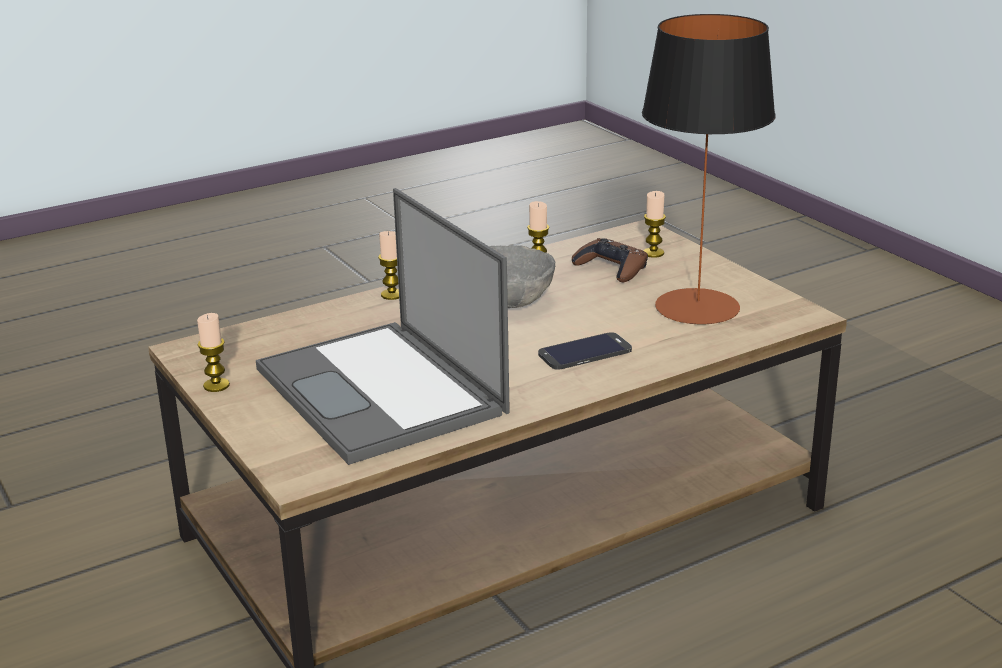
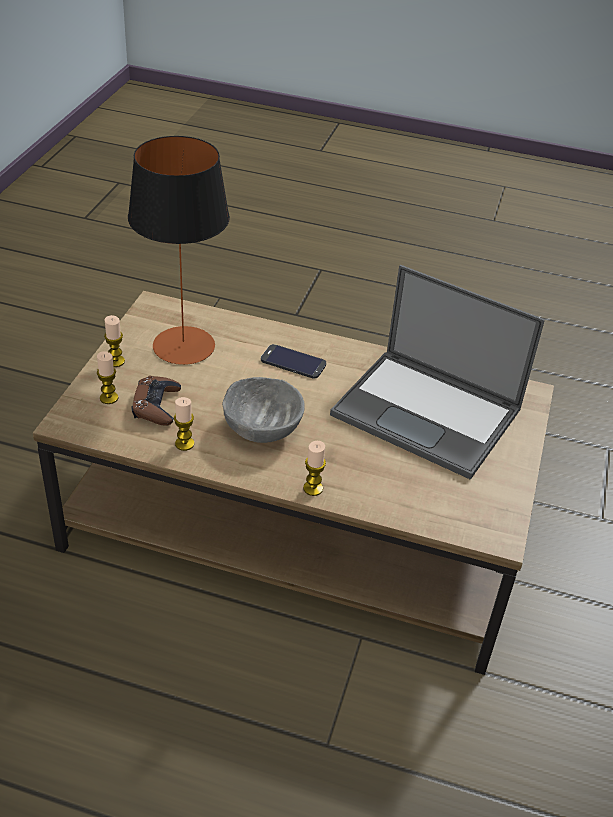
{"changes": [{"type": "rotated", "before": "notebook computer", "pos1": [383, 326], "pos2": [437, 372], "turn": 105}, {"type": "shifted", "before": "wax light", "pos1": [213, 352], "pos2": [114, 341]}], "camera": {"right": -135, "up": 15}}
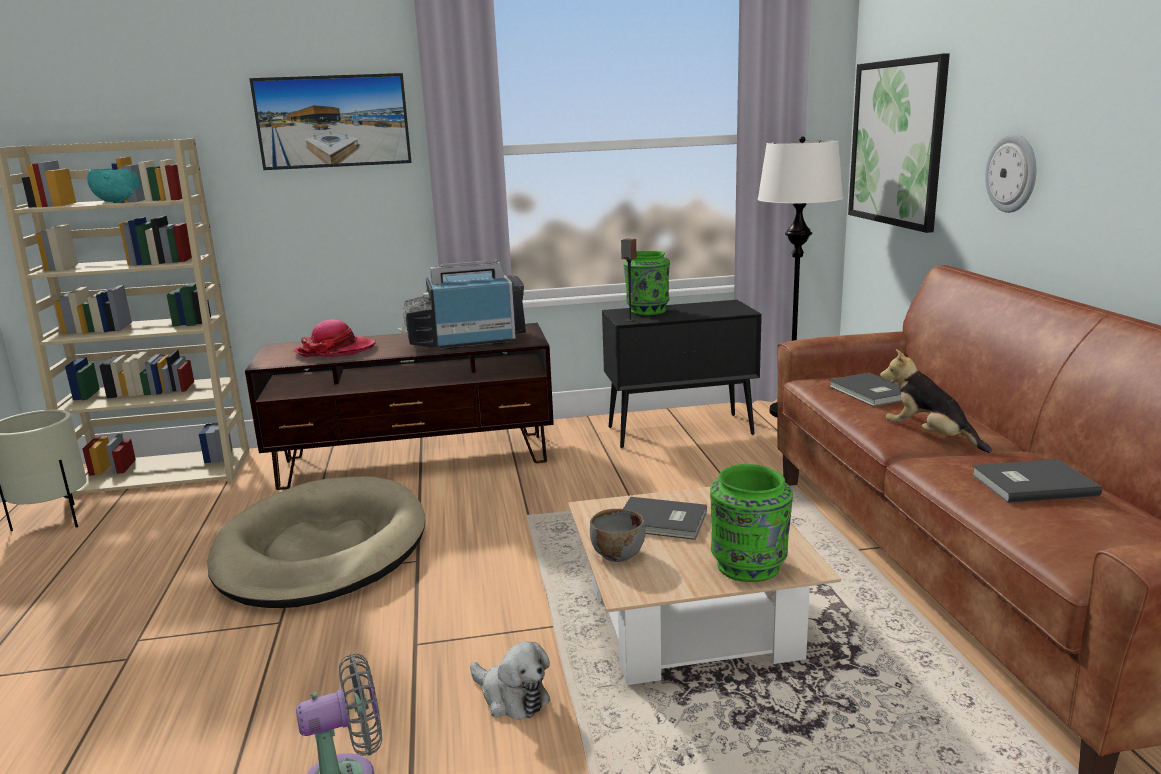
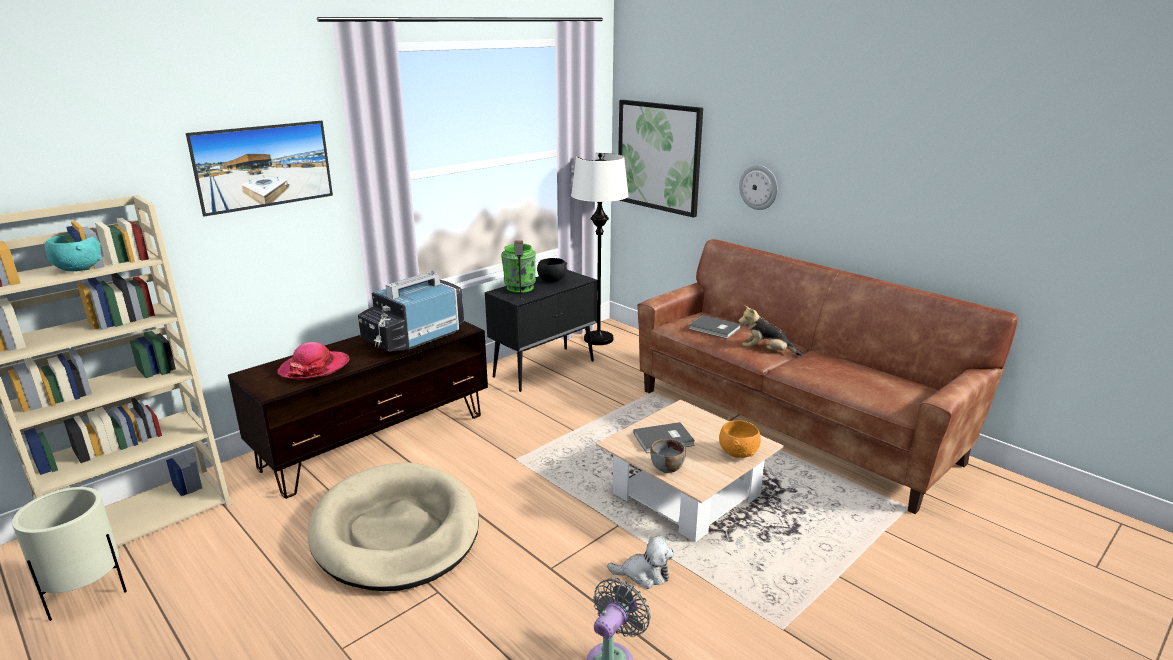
{"changes": [{"type": "gone", "before": "grey bound book", "pos1": [1036, 481]}, {"type": "swapped", "before": "green decorative vase", "after": "orange serving bowl", "pos1": [751, 523], "pos2": [740, 439]}, {"type": "new", "after": "blackish serving bowl", "pos2": [552, 270]}], "camera": {"right": -35, "up": 5}}
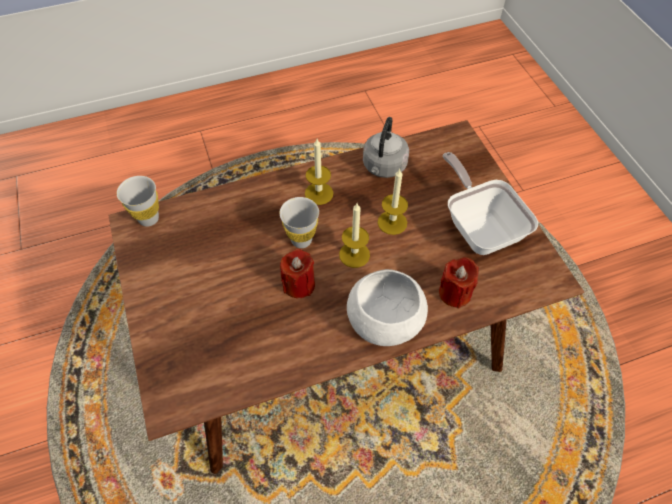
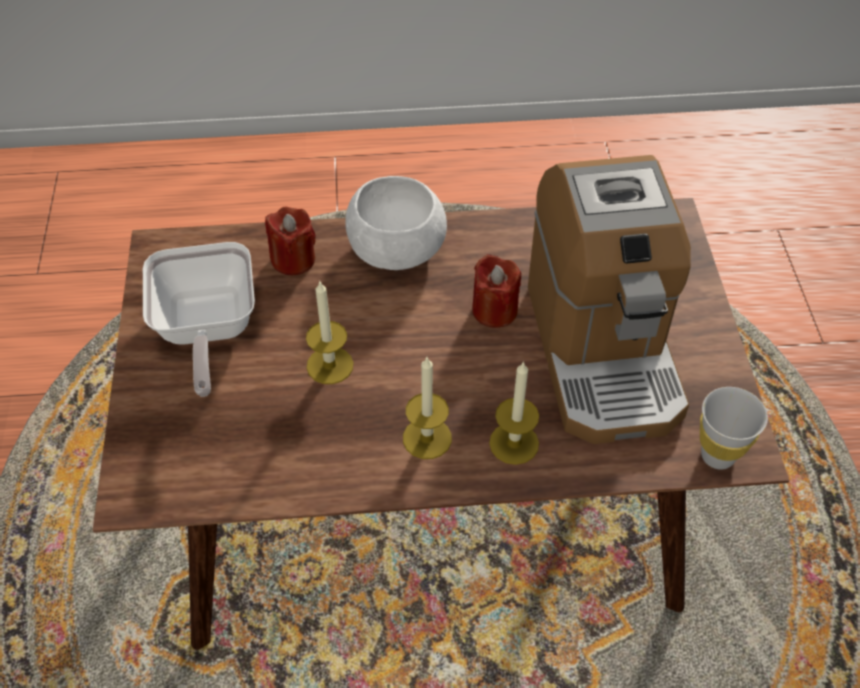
{"changes": [{"type": "gone", "before": "grey water kettle", "pos1": [386, 147]}, {"type": "gone", "before": "white small cup", "pos1": [299, 222]}, {"type": "shifted", "before": "wax light", "pos1": [354, 235], "pos2": [514, 413]}, {"type": "new", "after": "coffee machine", "pos2": [609, 299]}], "camera": {"right": -165, "up": -5}}
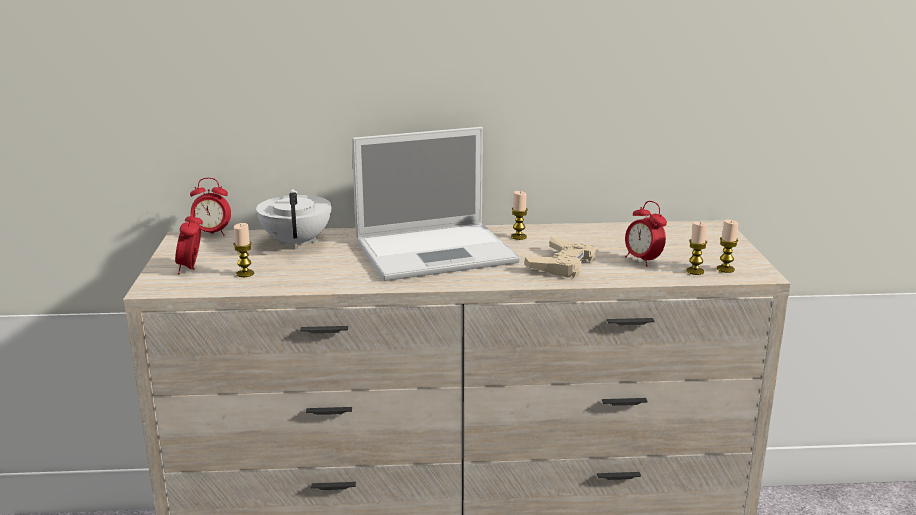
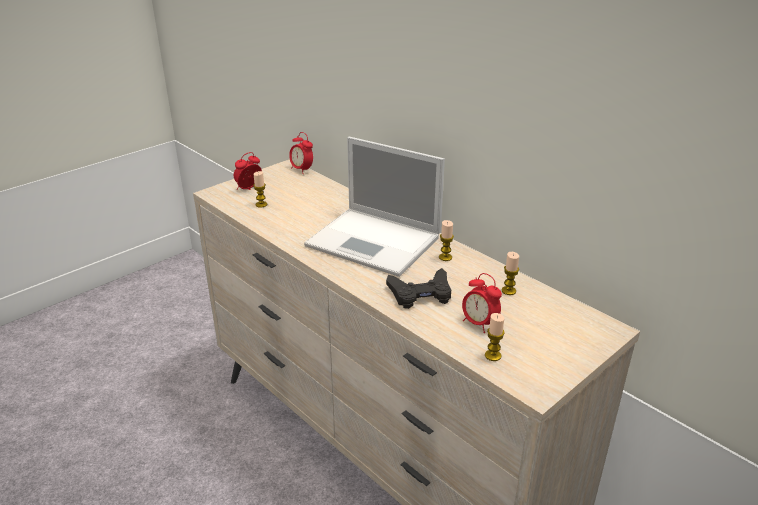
{"changes": [{"type": "gone", "before": "white pot for tea", "pos1": [293, 219]}, {"type": "rotated", "before": "alarm clock", "pos1": [646, 234], "pos2": [482, 303], "turn": -60}, {"type": "shifted", "before": "wax light", "pos1": [727, 246], "pos2": [510, 273]}, {"type": "repainted", "before": "beige-coloured game controller", "after": "blackish game controller", "pos1": [560, 257], "pos2": [418, 288]}], "camera": {"right": 50, "up": 10}}
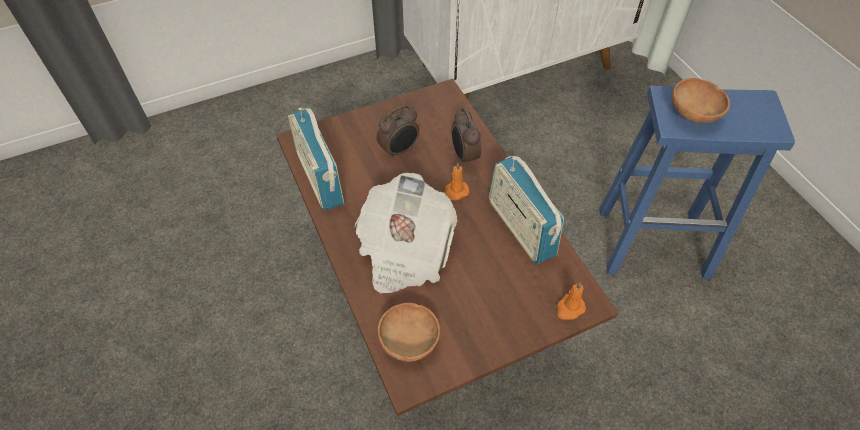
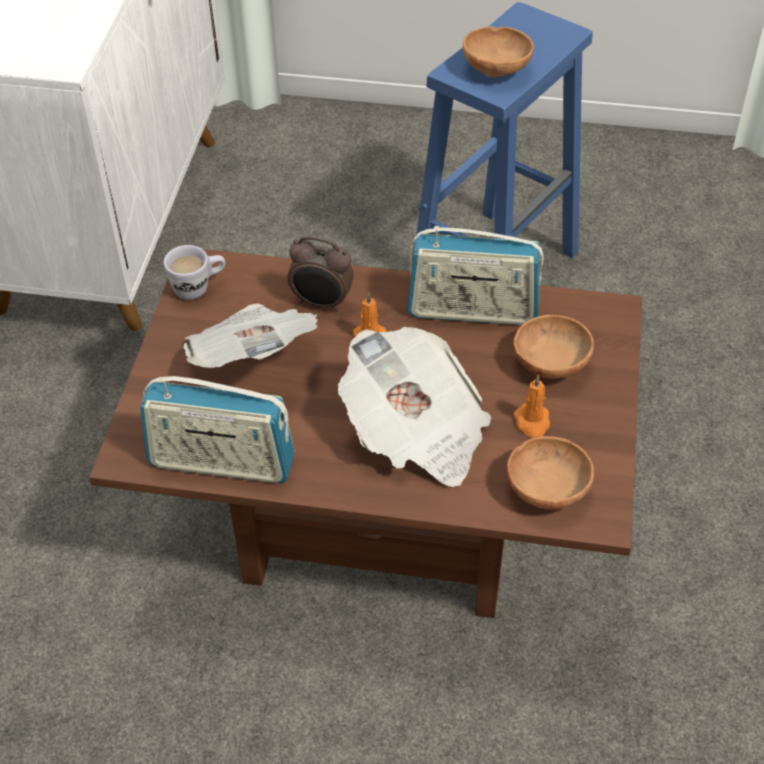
{"changes": [{"type": "swapped", "before": "alarm clock", "after": "newspaper", "pos1": [397, 132], "pos2": [250, 335]}, {"type": "shifted", "before": "orange wax light", "pos1": [571, 301], "pos2": [532, 407]}, {"type": "new", "after": "white coffee mug", "pos2": [194, 272]}, {"type": "new", "after": "brown serving bowl", "pos2": [553, 347]}], "camera": {"right": -55, "up": -5}}
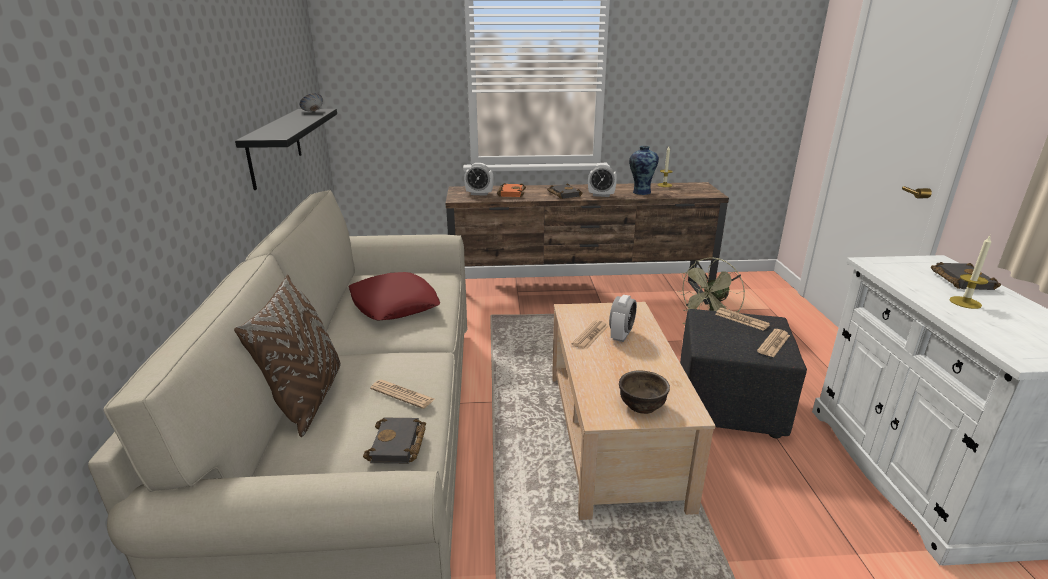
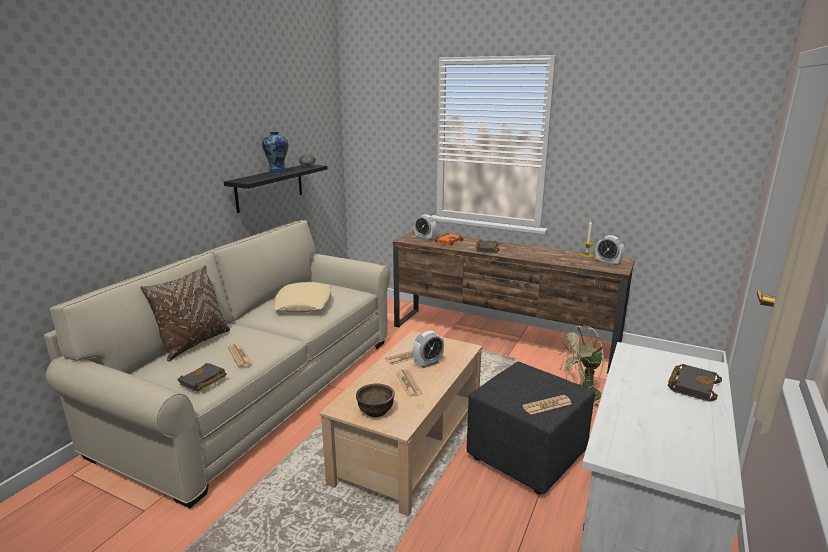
{"changes": [{"type": "shifted", "before": "decorative vase", "pos1": [644, 170], "pos2": [275, 152]}, {"type": "shifted", "before": "alarm clock", "pos1": [602, 180], "pos2": [610, 250]}, {"type": "gone", "before": "wax light", "pos1": [970, 272]}, {"type": "repainted", "before": "reddish pillow", "after": "beige-coloured pillow", "pos1": [394, 296], "pos2": [302, 297]}, {"type": "shifted", "before": "newspaper", "pos1": [742, 319], "pos2": [409, 383]}], "camera": {"right": 30, "up": -5}}
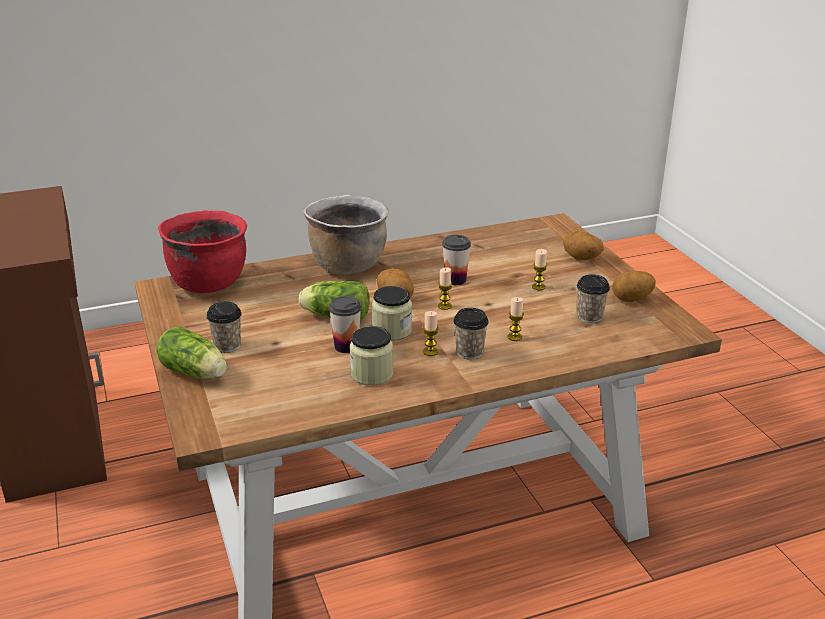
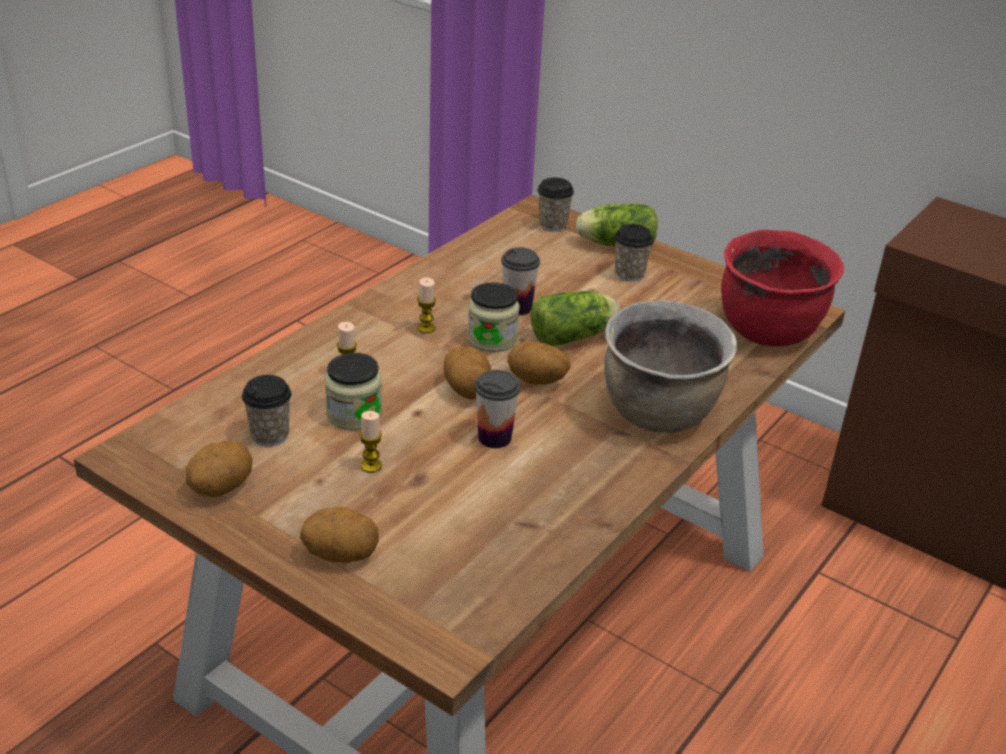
{"changes": [{"type": "swapped", "before": "wax light", "after": "potato", "pos1": [445, 288], "pos2": [467, 373]}, {"type": "shifted", "before": "small cup", "pos1": [471, 334], "pos2": [555, 204]}, {"type": "shifted", "before": "storage jar", "pos1": [371, 356], "pos2": [353, 391]}], "camera": {"right": 145, "up": 5}}
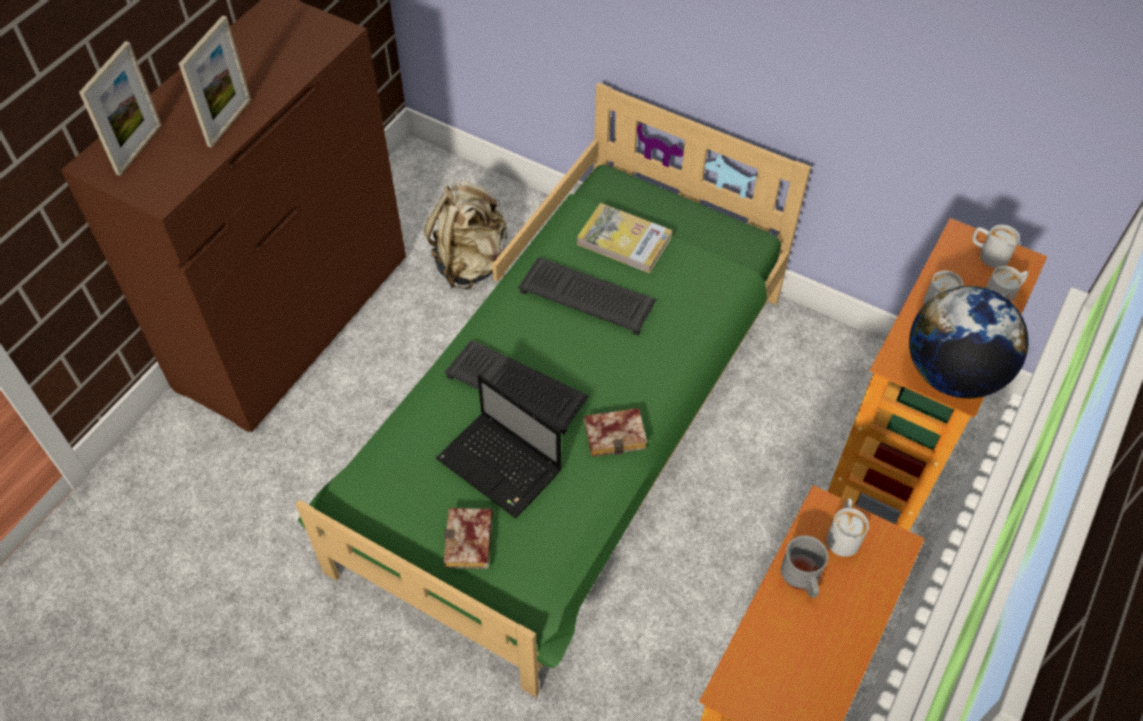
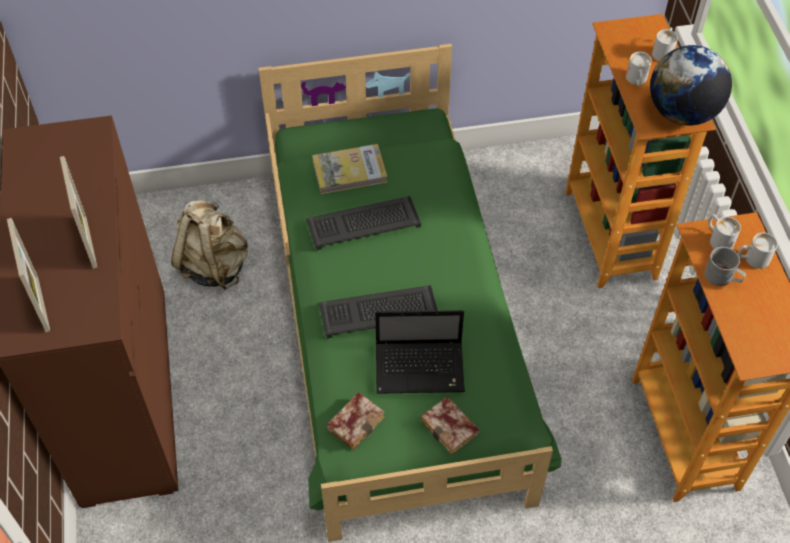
{"changes": [{"type": "shifted", "before": "white coffee mug", "pos1": [996, 246], "pos2": [758, 251]}, {"type": "shifted", "before": "bound book", "pos1": [615, 432], "pos2": [355, 421]}], "camera": {"right": -40, "up": 0}}
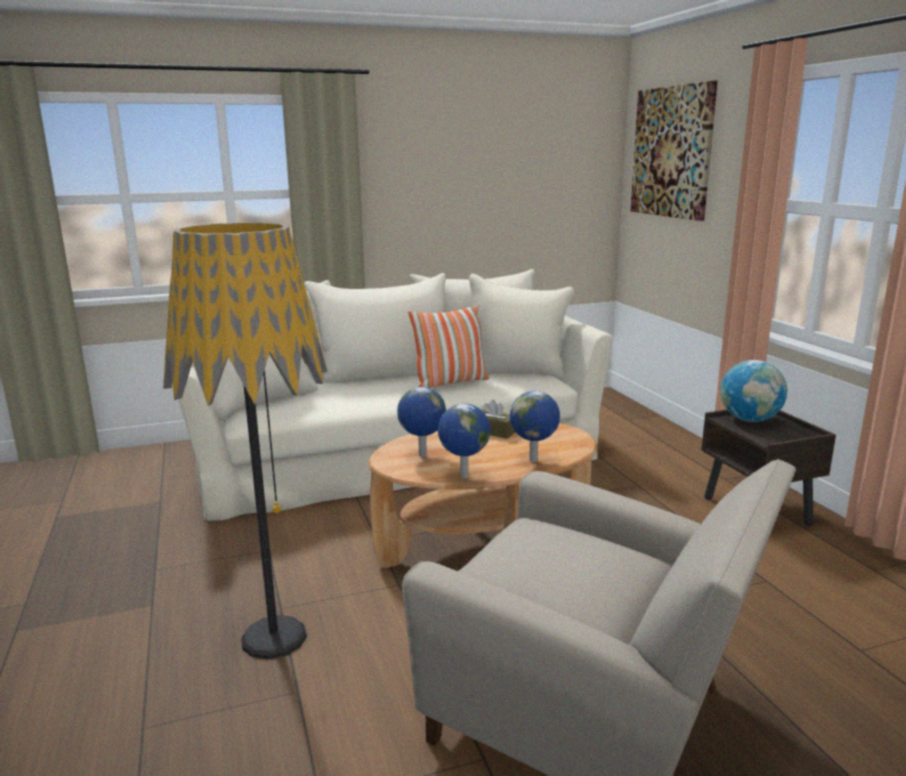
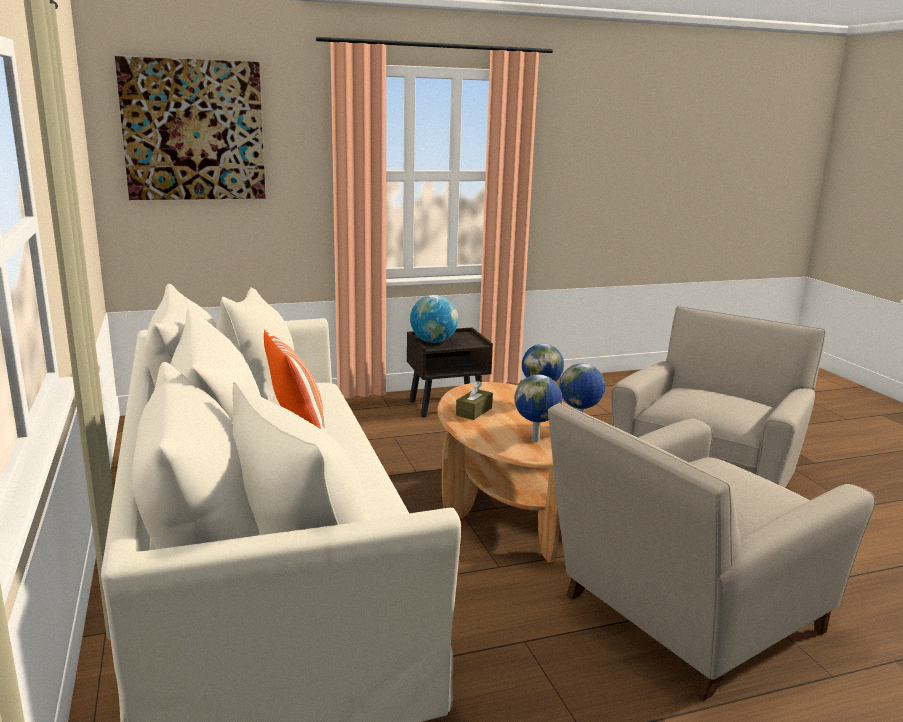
{"changes": [{"type": "swapped", "before": "standard lamp", "after": "beige-coloured lounge chair", "pos1": [245, 440], "pos2": [711, 552]}], "camera": {"right": -90, "up": 0}}
